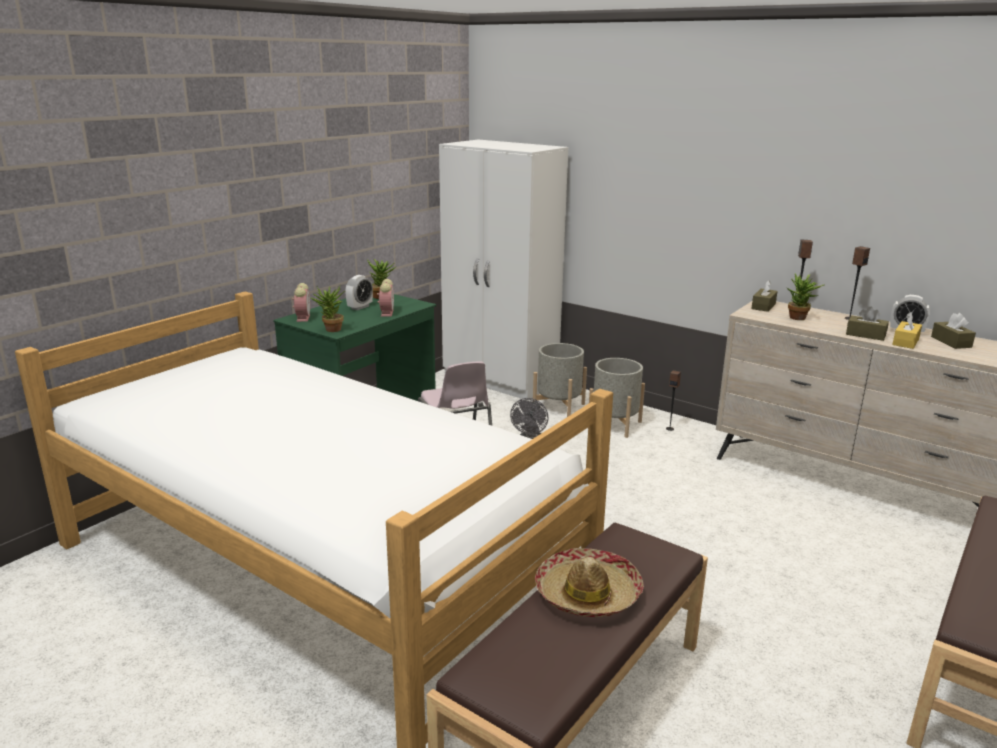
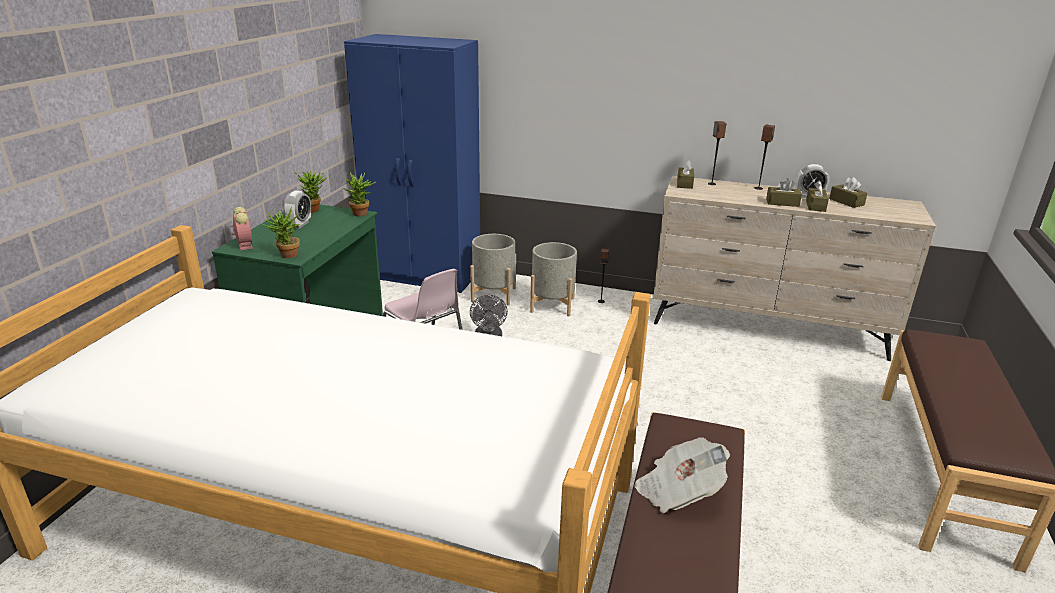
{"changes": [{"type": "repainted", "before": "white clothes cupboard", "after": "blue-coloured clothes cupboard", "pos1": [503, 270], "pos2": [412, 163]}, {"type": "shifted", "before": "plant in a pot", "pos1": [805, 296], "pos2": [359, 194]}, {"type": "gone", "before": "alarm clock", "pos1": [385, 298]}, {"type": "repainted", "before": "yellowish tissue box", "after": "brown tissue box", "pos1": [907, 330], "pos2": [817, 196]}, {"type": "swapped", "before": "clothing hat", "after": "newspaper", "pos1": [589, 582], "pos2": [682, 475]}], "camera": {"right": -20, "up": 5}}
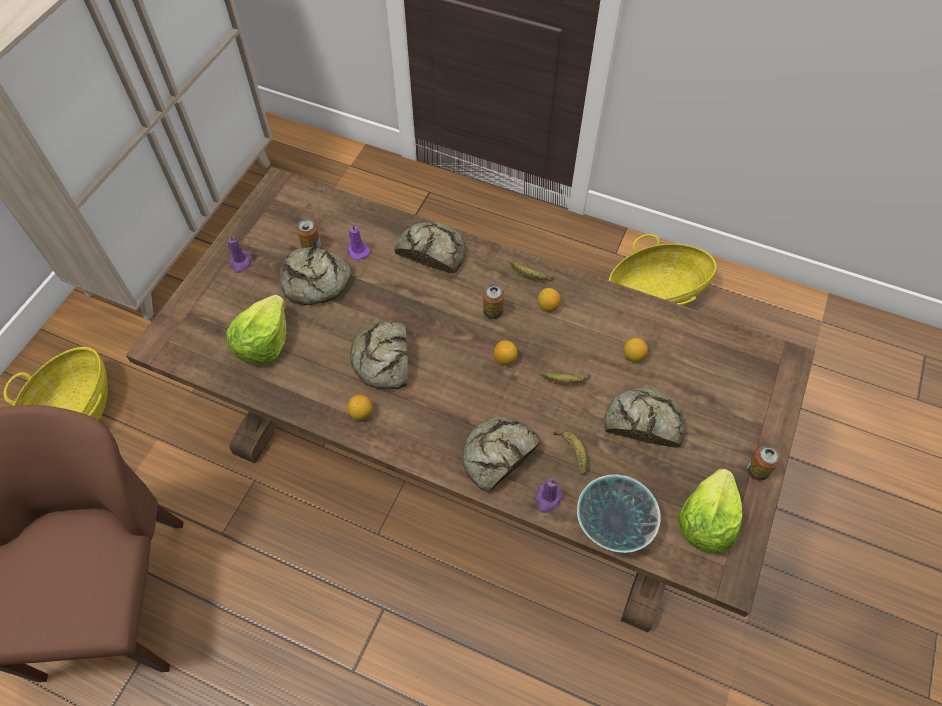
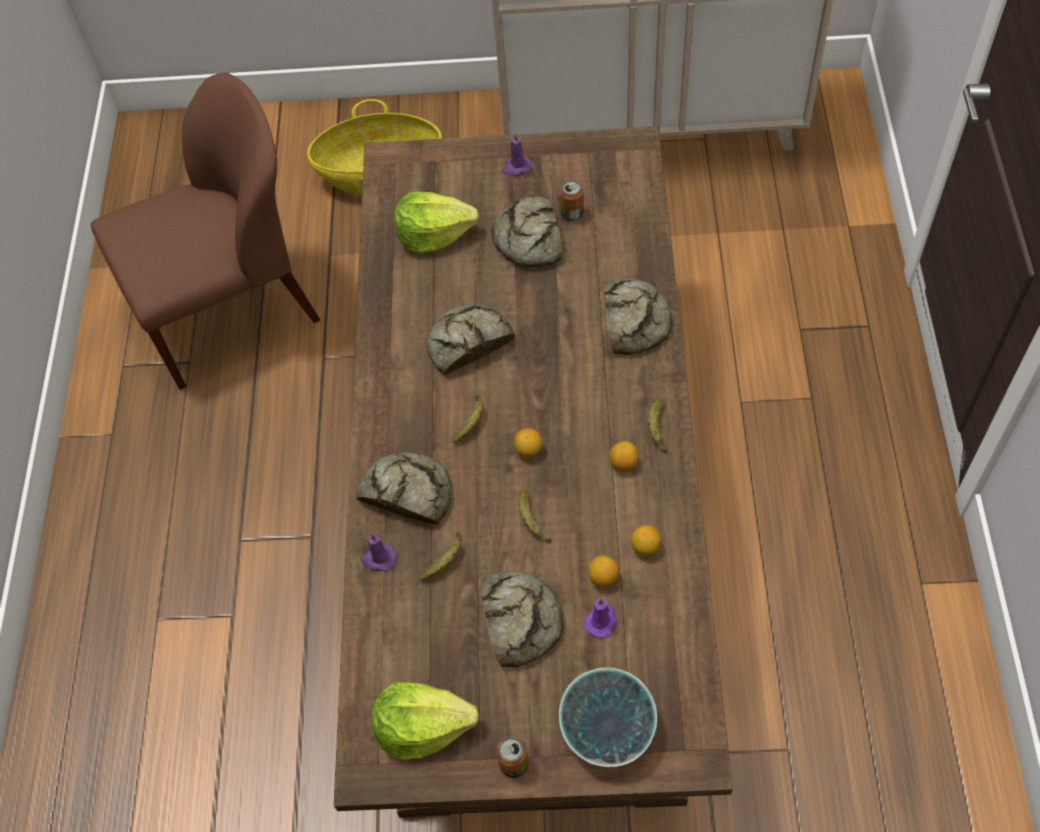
{"changes": [{"type": "shifted", "before": "purplish wax light", "pos1": [358, 242], "pos2": [601, 618]}, {"type": "gone", "before": "storage basket", "pos1": [662, 270]}, {"type": "gone", "before": "sealed can", "pos1": [493, 301]}, {"type": "shifted", "before": "whole lemon", "pos1": [359, 407], "pos2": [646, 540]}, {"type": "shifted", "before": "serving bowl", "pos1": [619, 514], "pos2": [608, 717]}, {"type": "new", "after": "banana", "pos2": [468, 419]}], "camera": {"right": 70, "up": 0}}
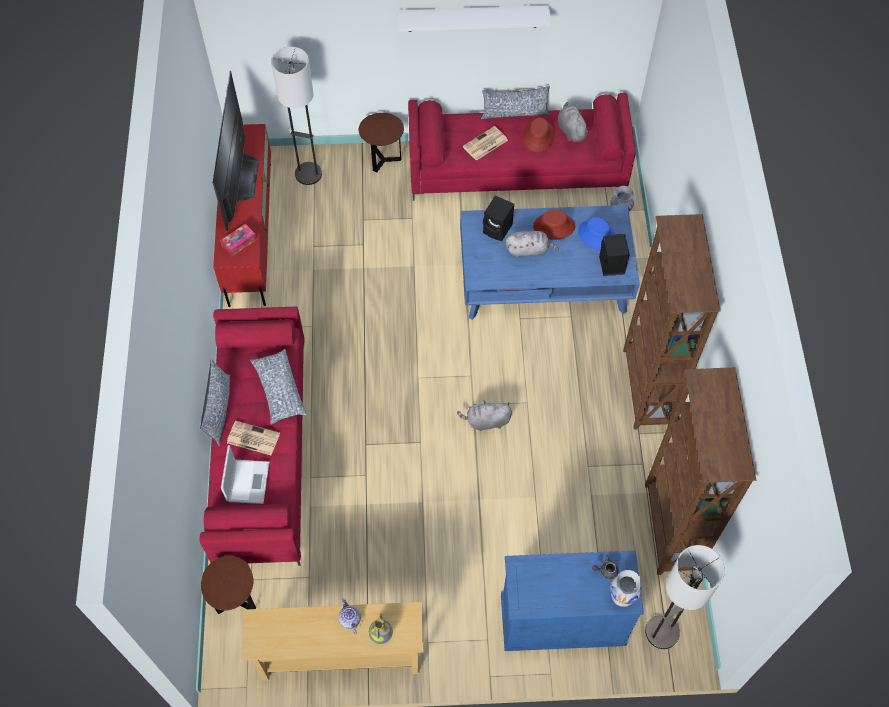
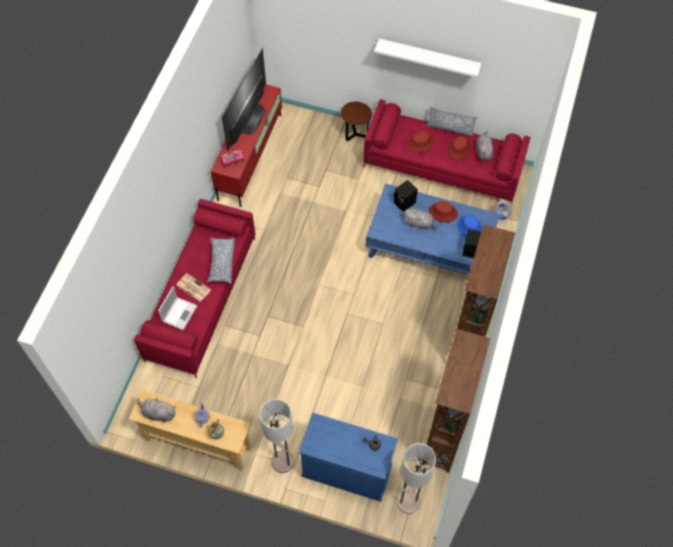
{"changes": [{"type": "shifted", "before": "standard lamp", "pos1": [296, 116], "pos2": [277, 436]}, {"type": "swapped", "before": "newspaper", "after": "reddish clothing hat", "pos1": [485, 143], "pos2": [421, 142]}, {"type": "gone", "before": "pillow", "pos1": [215, 403]}, {"type": "shifted", "before": "grey soft toy", "pos1": [484, 415], "pos2": [156, 410]}, {"type": "gone", "before": "brown side table", "pos1": [228, 585]}, {"type": "gone", "before": "white decorative vase", "pos1": [626, 588]}], "camera": {"right": 20, "up": 0}}
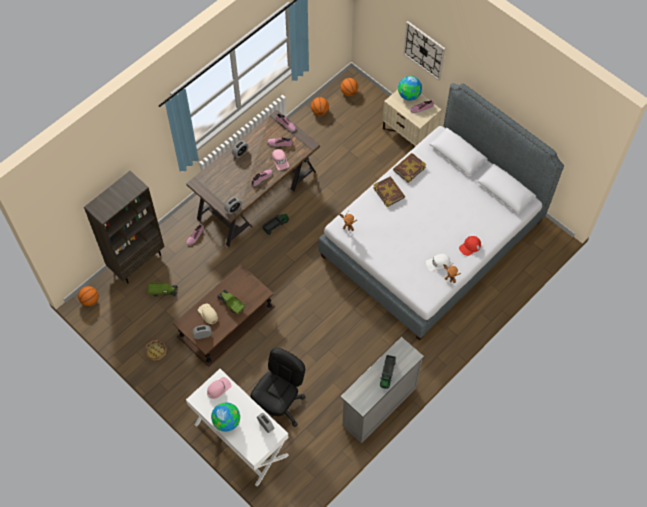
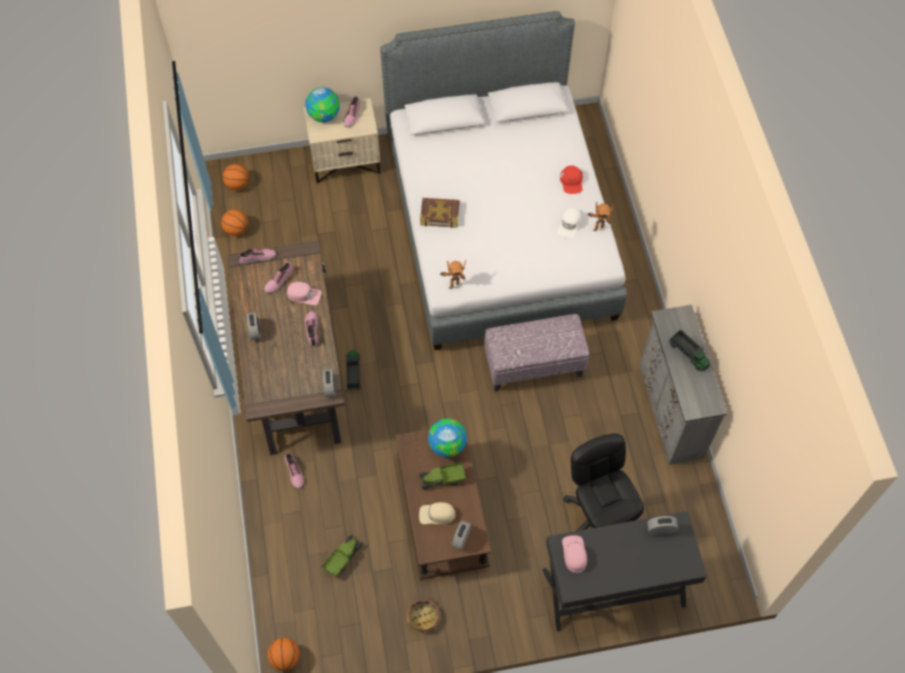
{"changes": [{"type": "gone", "before": "clock on the wall", "pos1": [424, 51]}, {"type": "gone", "before": "bound book", "pos1": [410, 168]}, {"type": "gone", "before": "brown bookshelf", "pos1": [124, 227]}, {"type": "repainted", "before": "white desk", "after": "blackish desk", "pos1": [237, 427], "pos2": [625, 571]}, {"type": "shifted", "before": "globe", "pos1": [225, 417], "pos2": [447, 438]}, {"type": "new", "after": "pouffe", "pos2": [536, 352]}], "camera": {"right": -55, "up": 0}}
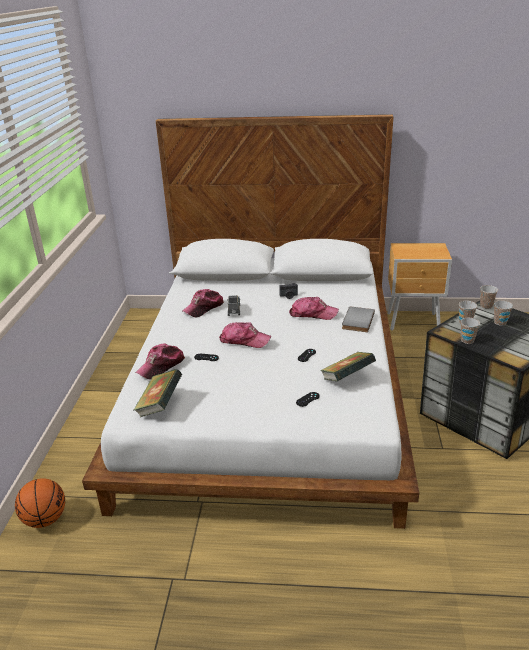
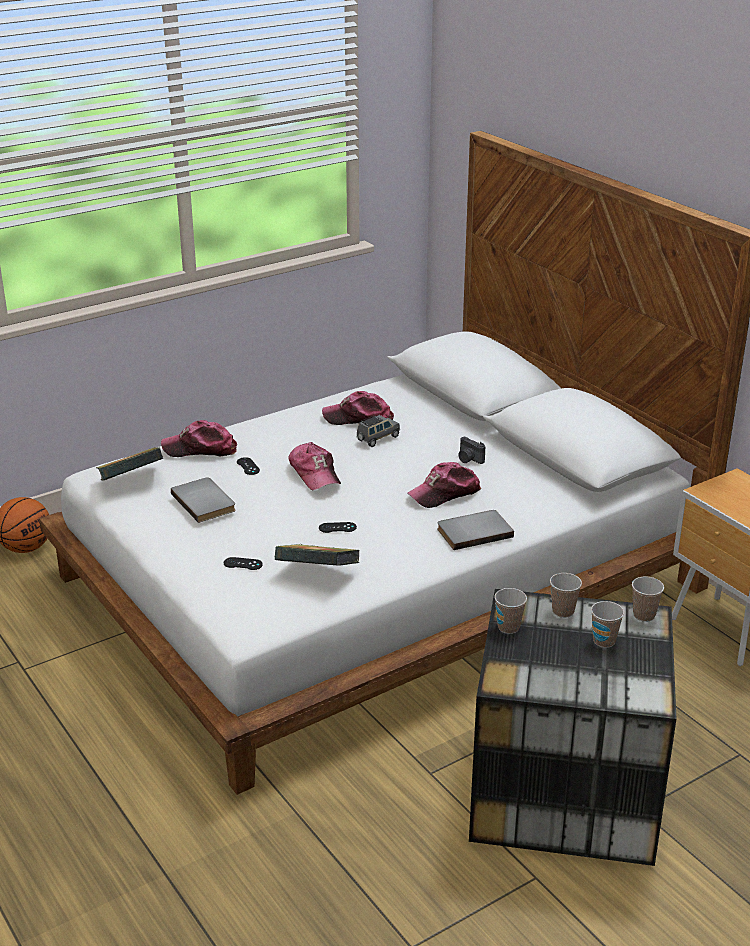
{"changes": [{"type": "rotated", "before": "baseball cap", "pos1": [314, 308], "pos2": [444, 485], "turn": 90}, {"type": "new", "after": "grey bound book", "pos2": [203, 500]}], "camera": {"right": 50, "up": 0}}
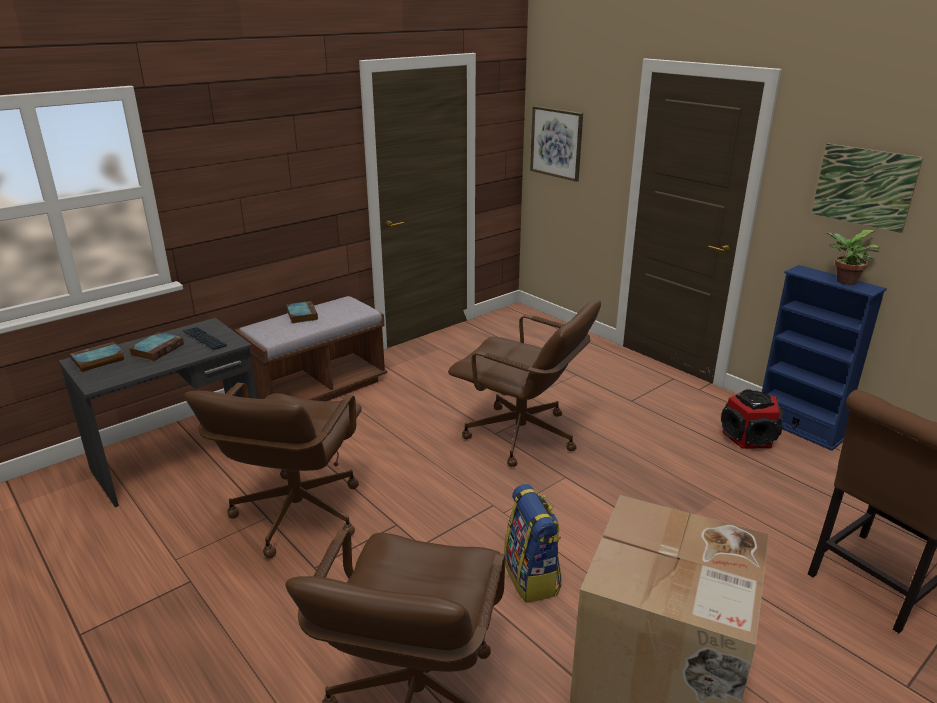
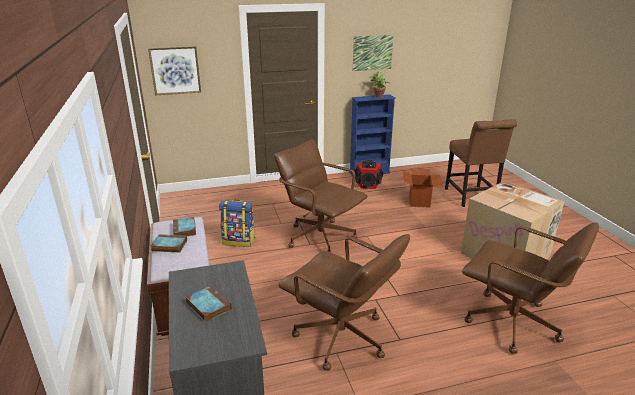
{"changes": [{"type": "rotated", "before": "brown computer chair", "pos1": [524, 383], "pos2": [321, 196], "turn": -105}, {"type": "gone", "before": "keyboard", "pos1": [205, 338]}, {"type": "shifted", "before": "bound book", "pos1": [97, 357], "pos2": [184, 226]}, {"type": "shifted", "before": "knapsack", "pos1": [533, 543], "pos2": [237, 223]}, {"type": "new", "after": "packing box", "pos2": [423, 188]}], "camera": {"right": -65, "up": 0}}
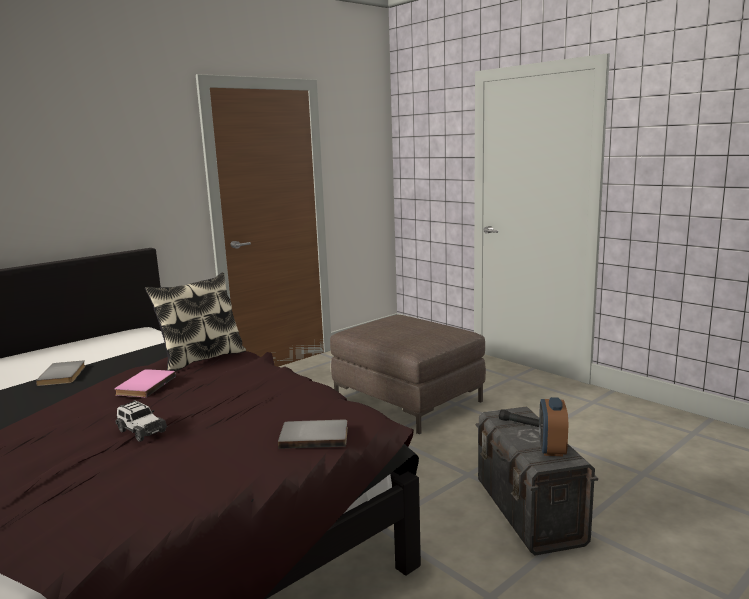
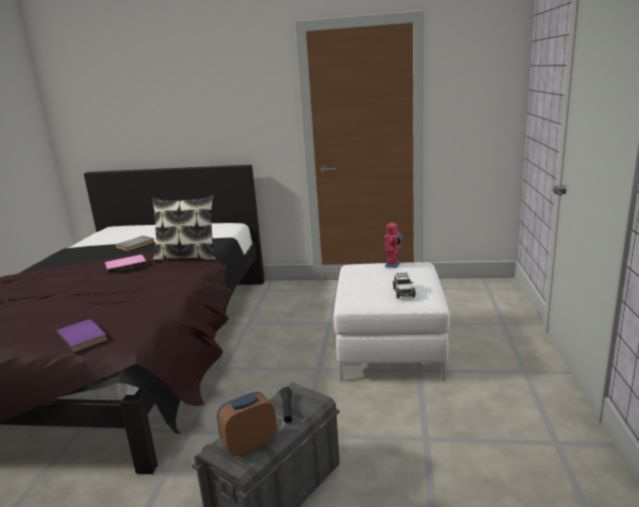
{"changes": [{"type": "repainted", "before": "brown pouffe", "after": "white pouffe", "pos1": [408, 374], "pos2": [392, 321]}, {"type": "shifted", "before": "toy car", "pos1": [141, 421], "pos2": [404, 285]}, {"type": "repainted", "before": "grey bound book", "after": "purplish bound book", "pos1": [313, 434], "pos2": [82, 335]}, {"type": "new", "after": "model robot", "pos2": [393, 245]}], "camera": {"right": 50, "up": 5}}
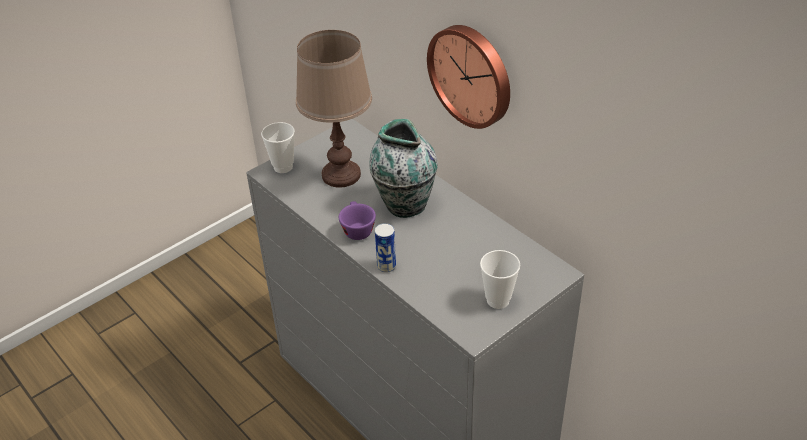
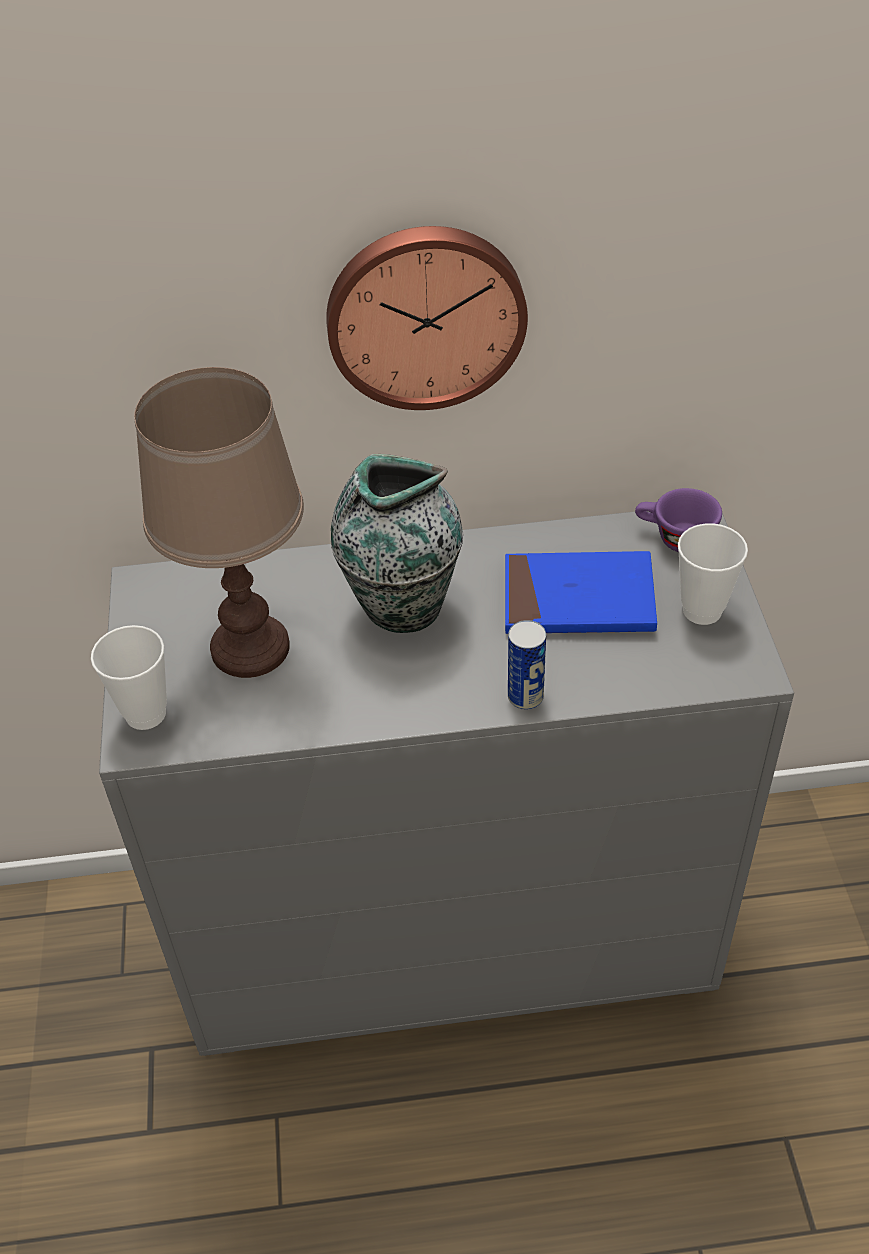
{"changes": [{"type": "shifted", "before": "purplish small cup", "pos1": [357, 220], "pos2": [678, 520]}, {"type": "new", "after": "blue-coloured bound book", "pos2": [581, 592]}], "camera": {"right": -55, "up": 5}}
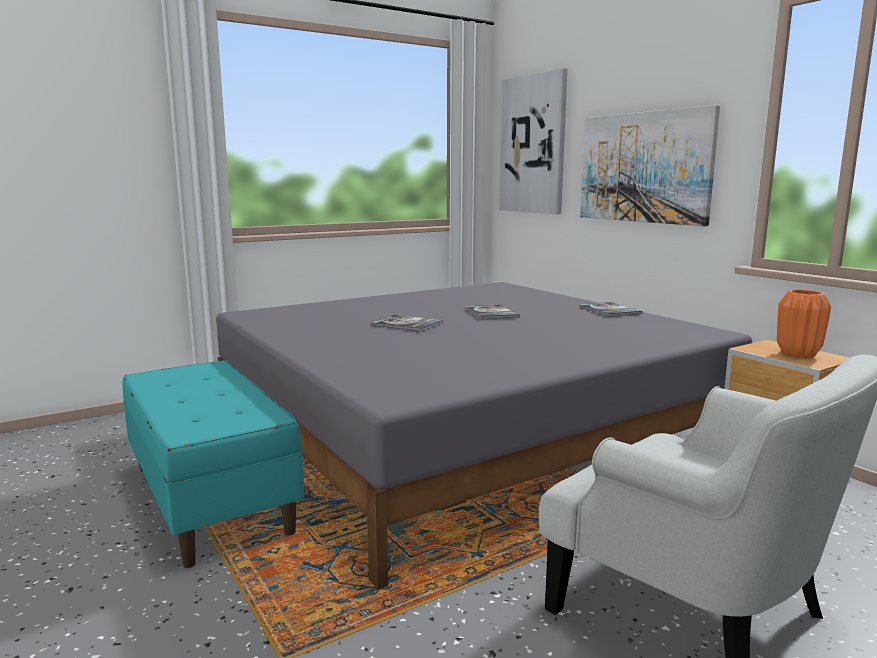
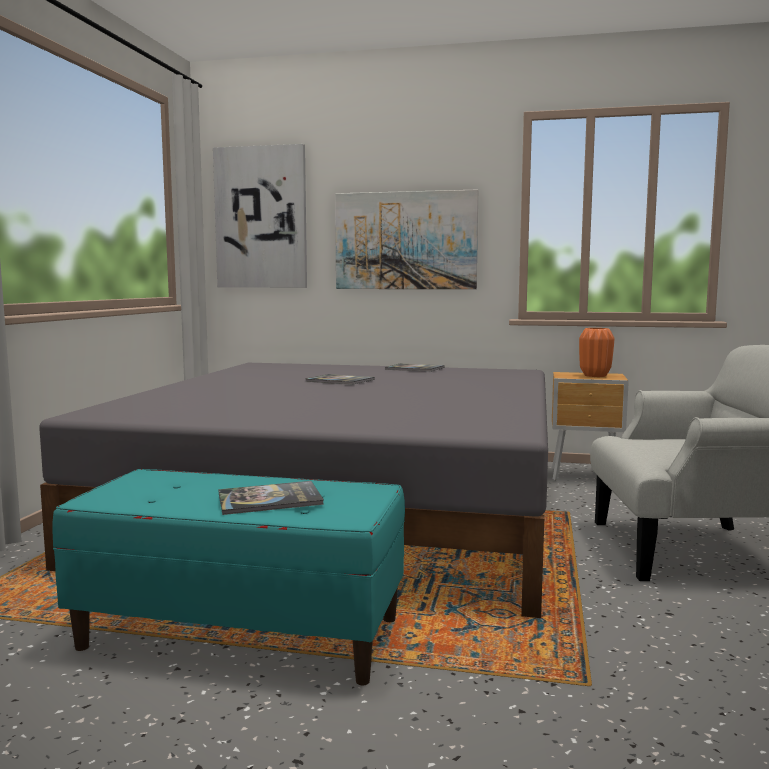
{"changes": [{"type": "shifted", "before": "bound book", "pos1": [407, 323], "pos2": [271, 498]}], "camera": {"right": -45, "up": -5}}
